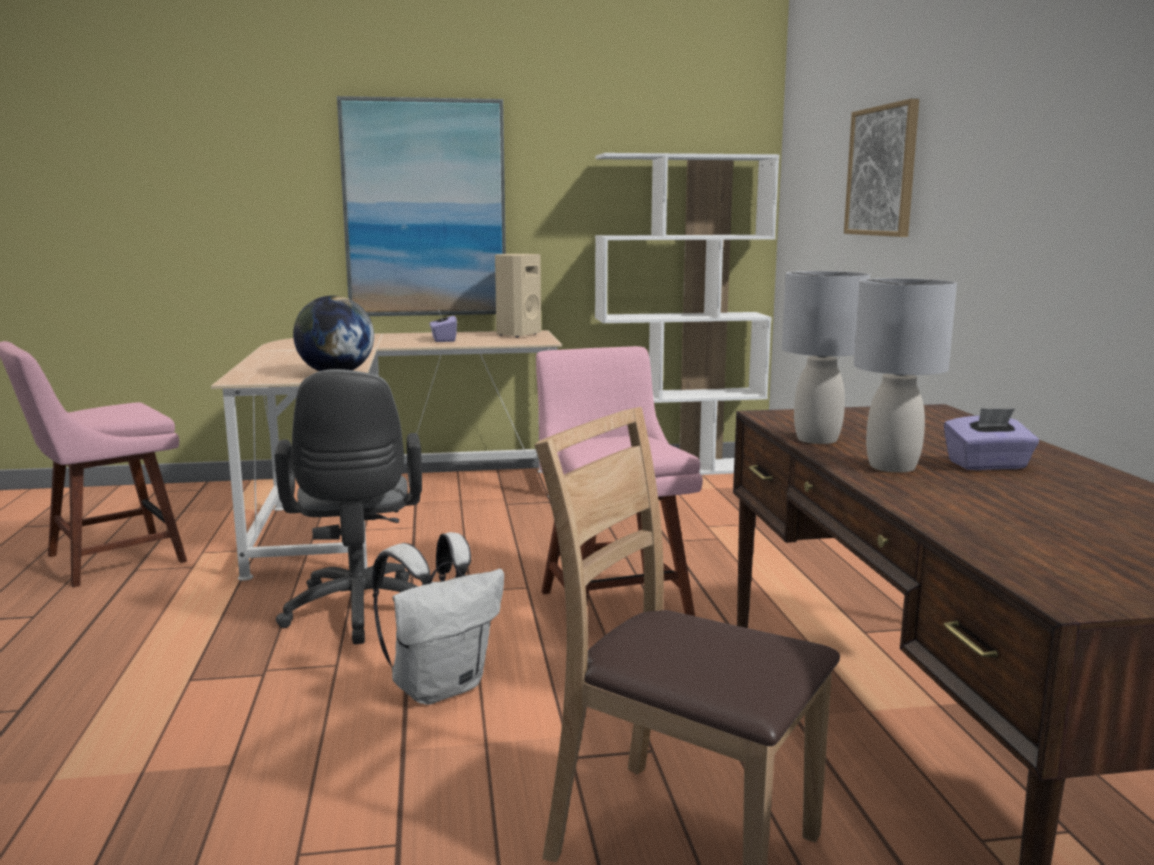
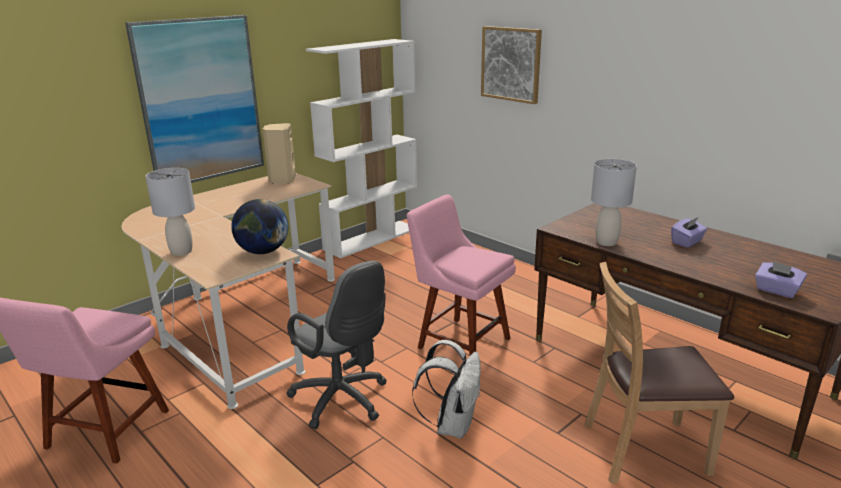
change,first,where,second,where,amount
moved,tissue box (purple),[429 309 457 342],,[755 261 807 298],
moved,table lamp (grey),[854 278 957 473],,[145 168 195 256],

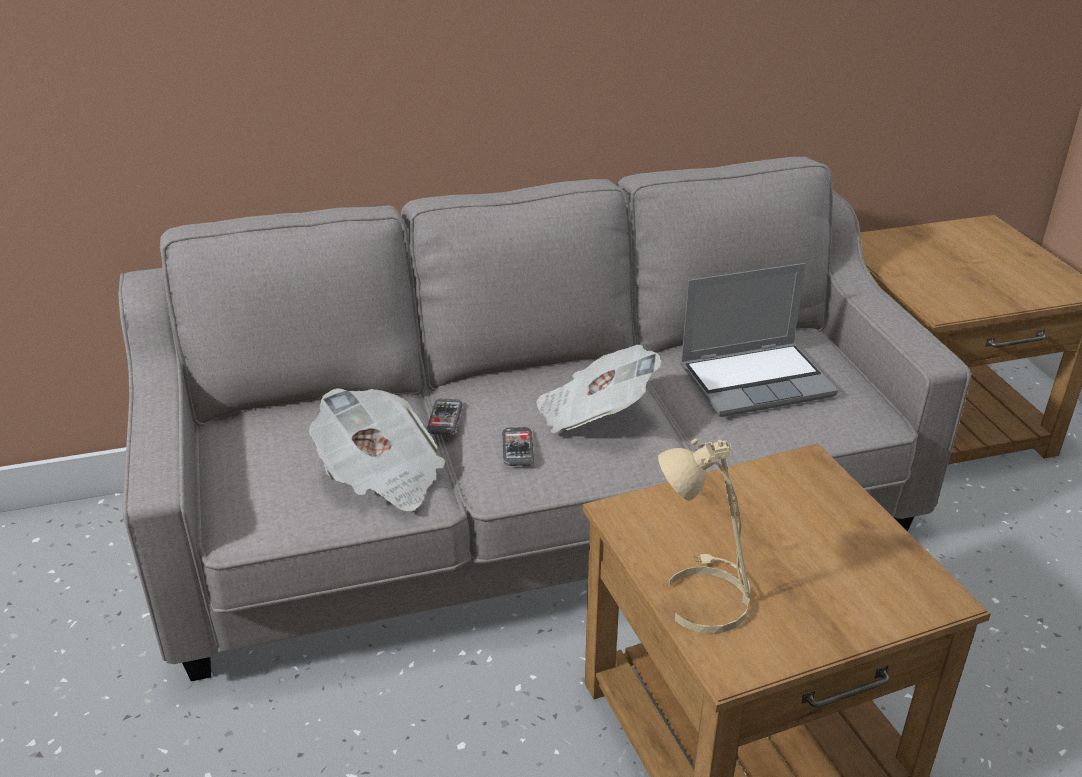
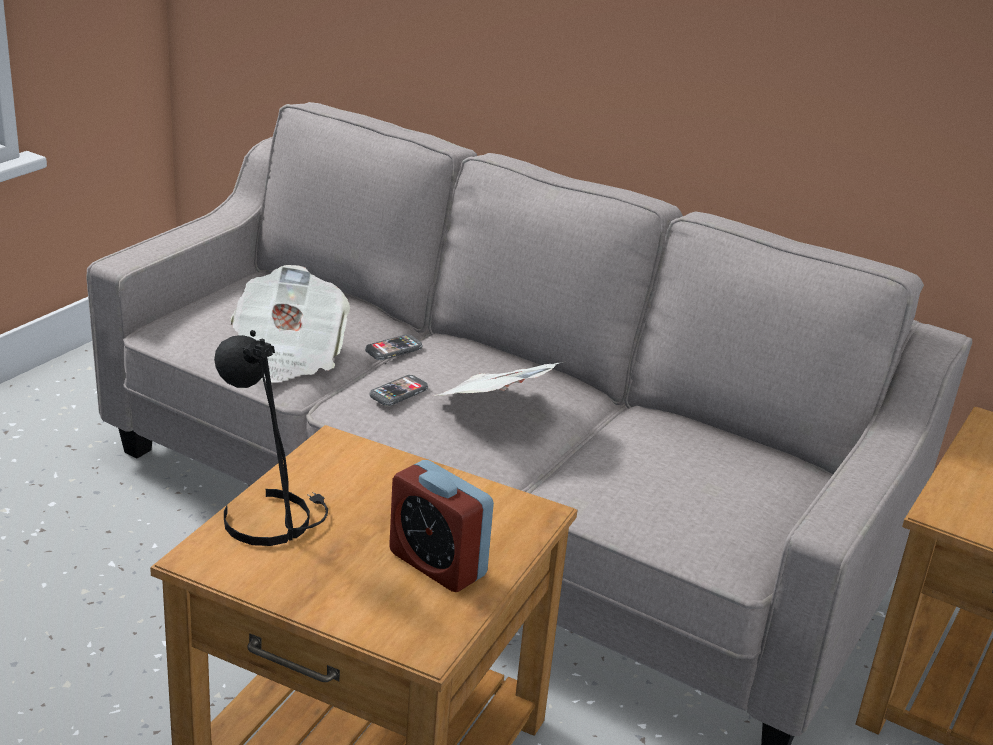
change,first,where,second,where,amount
recoloured,table lamp (beige),[658 438 750 634],table lamp (black),[214 330 328 546],
removed,laptop,[680 263 838 417],,,
added,,,alarm clock,[389 460 494 592],

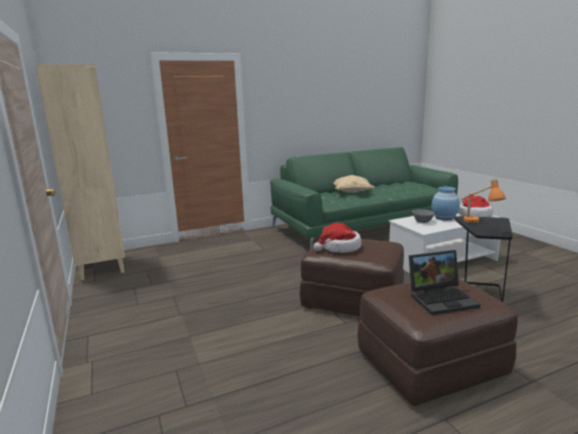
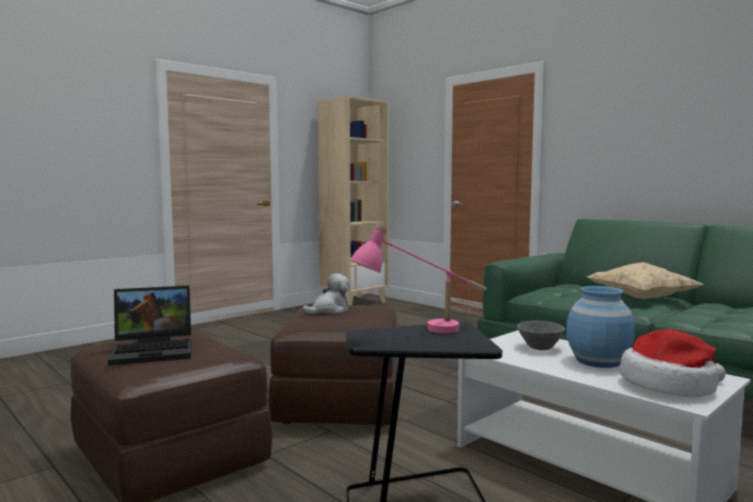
change,first,where,second,where,amount
replaced,hat,[313 223 361 253],plush toy,[302 273 350 314],
turned,laptop,[409 250 480 315],,[108 286 191 366],75 degrees counterclockwise
recoloured,table lamp (orange),[461 179 506 223],table lamp (pink),[350 224 487 333],

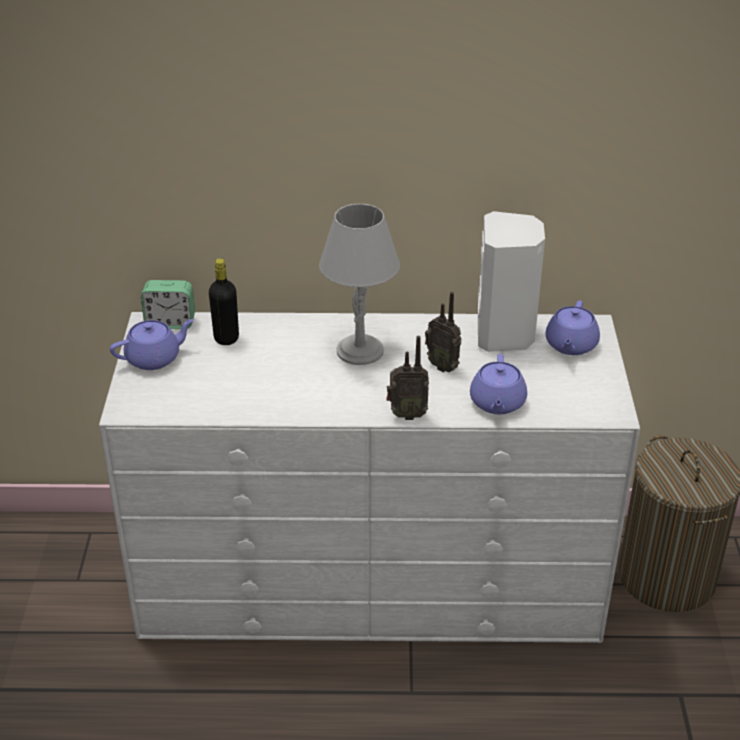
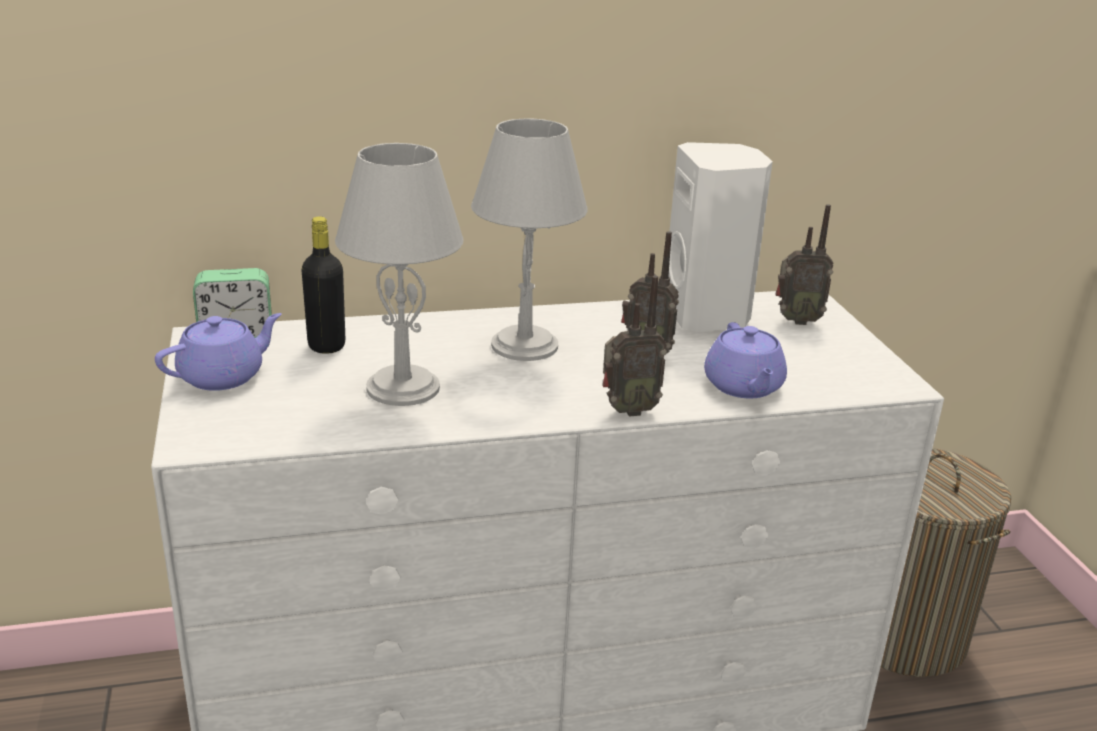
change,first,where,second,where,amount
replaced,teapot (purple),[545 300 600 355],radio,[776 204 834 325],
added,,,table lamp (grey),[335 143 463 406],

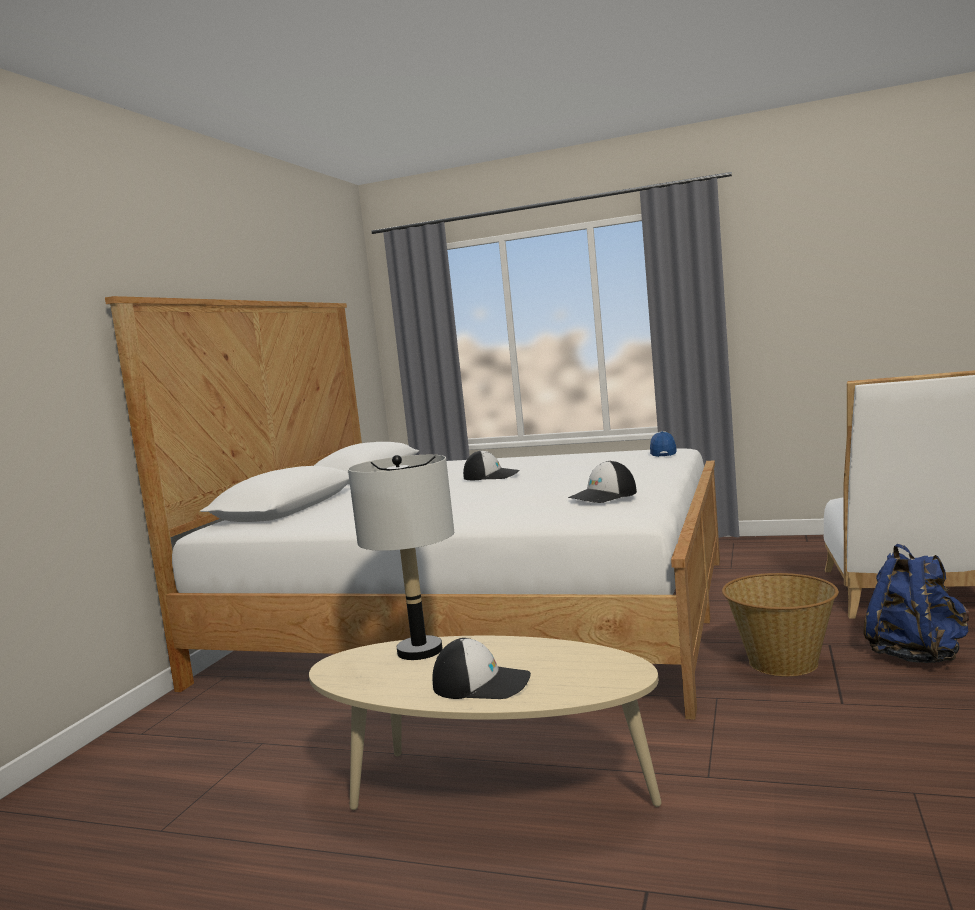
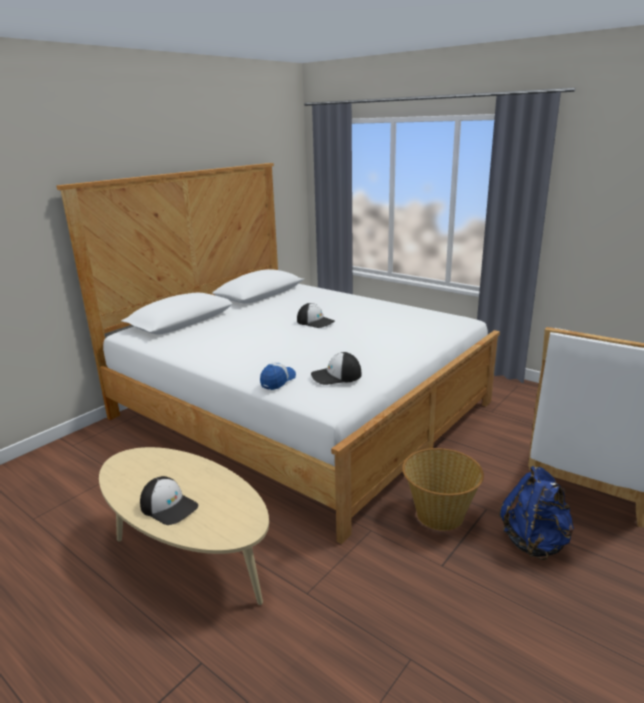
change,first,where,second,where,amount
removed,table lamp (grey),[348 455 454 660],,,
moved,cap,[650 431 677 457],,[260 362 296 390],

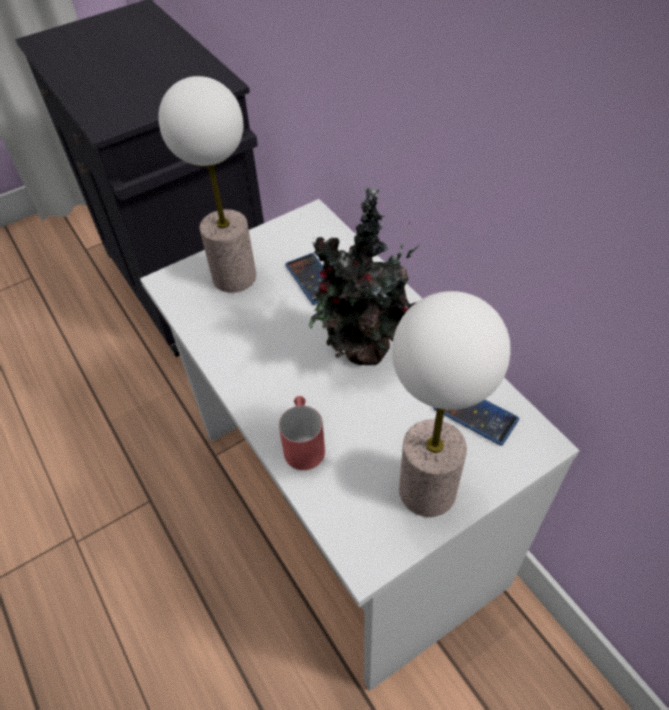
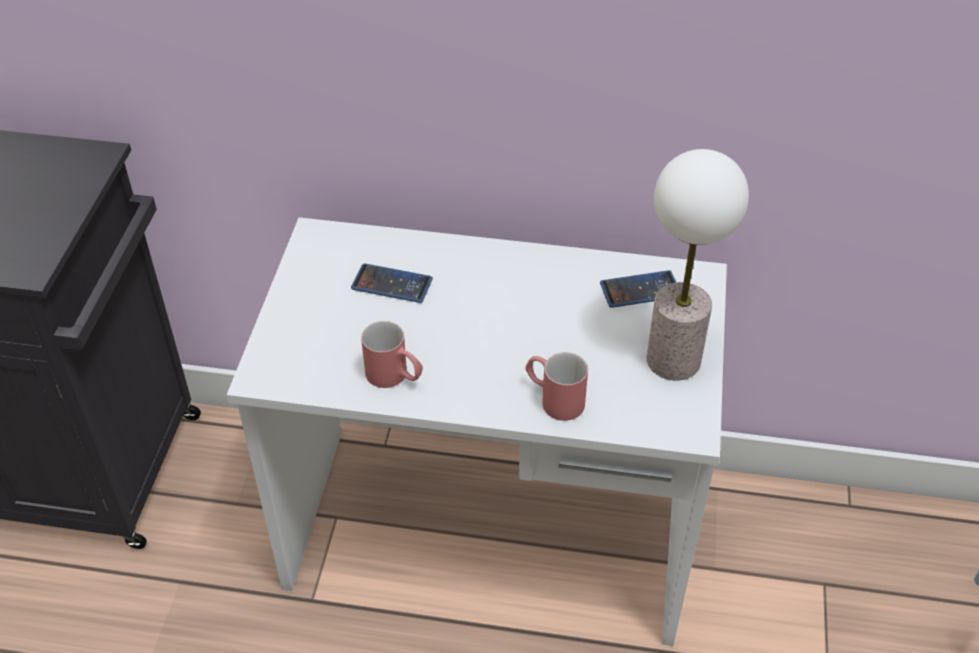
change,first,where,second,where,amount
removed,table lamp,[158 76 256 293],,,
removed,potted plant,[309 187 419 365],,,
added,,,mug (red),[361 321 423 388],

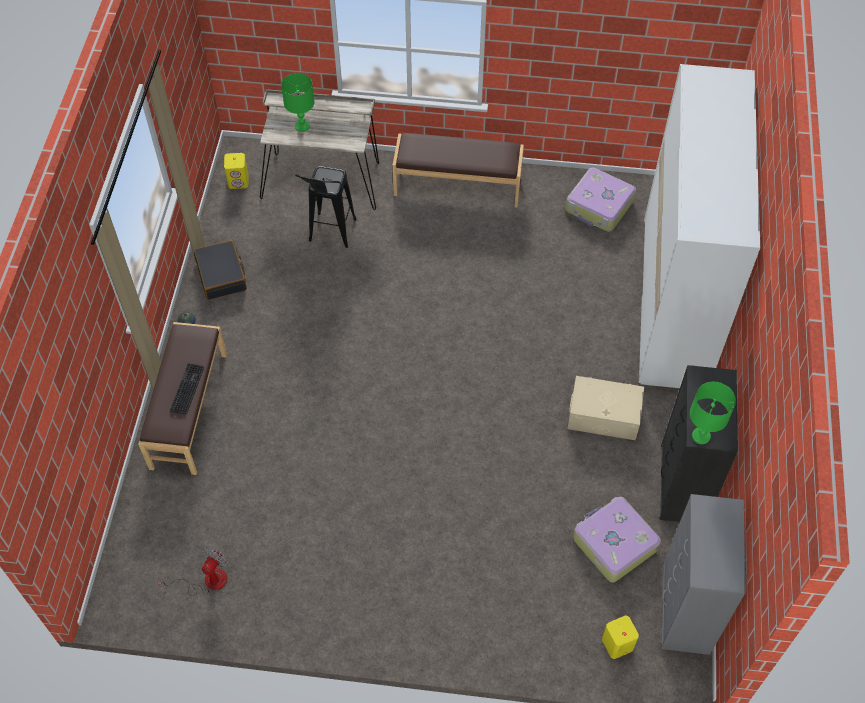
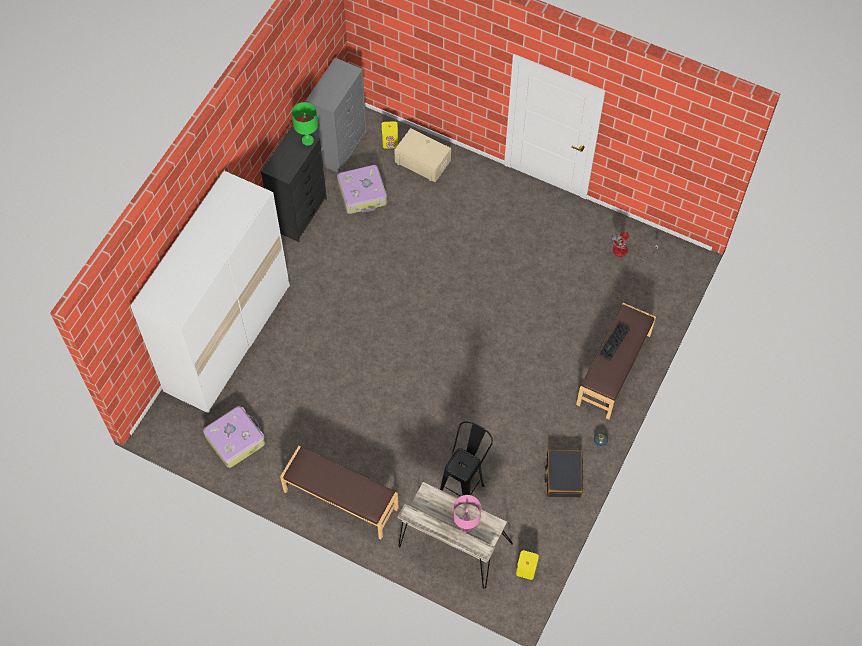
change,first,where,second,where,amount
recoloured,table lamp (green),[281 73 314 132],table lamp (pink),[453 495 481 533],
moved,storage box (beige),[567 376 644 440],,[394 128 451 182],

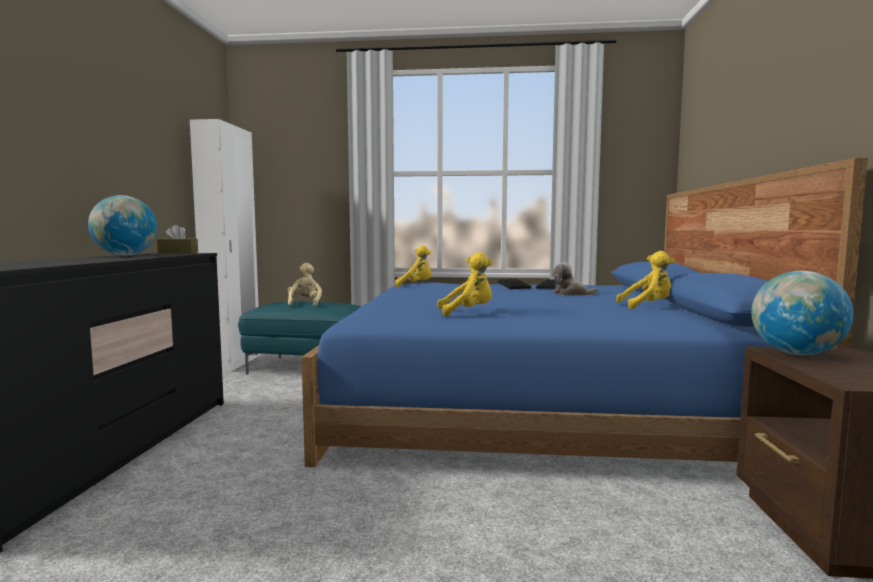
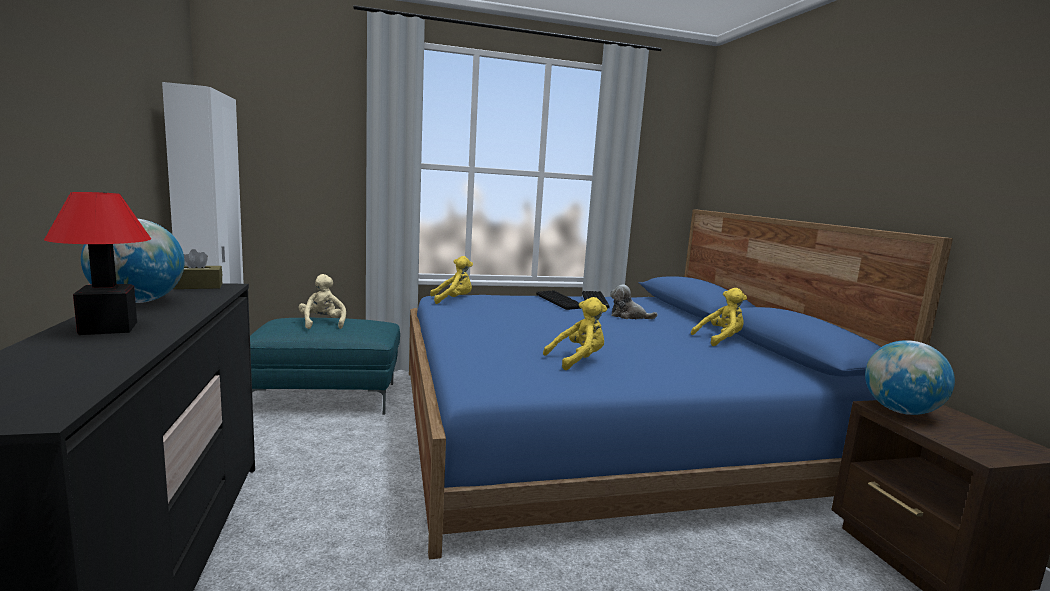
change,first,where,second,where,amount
added,,,table lamp,[44 192 151 335],

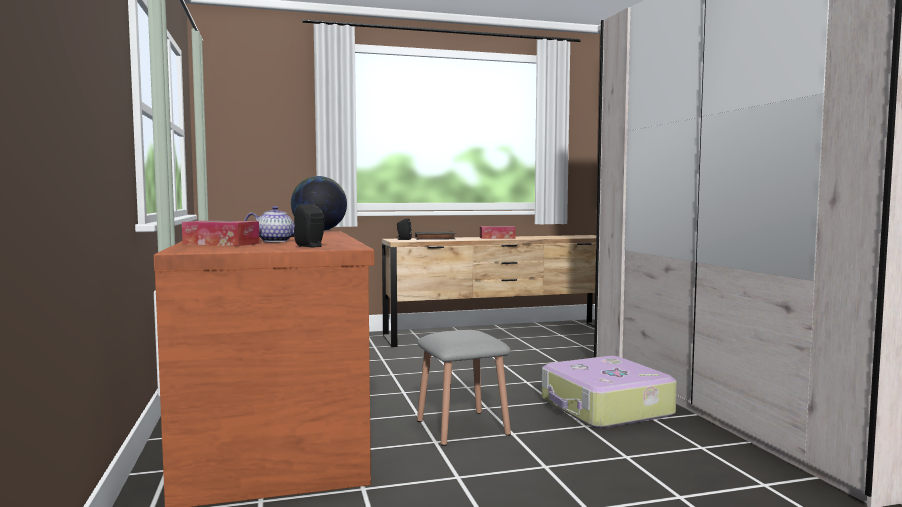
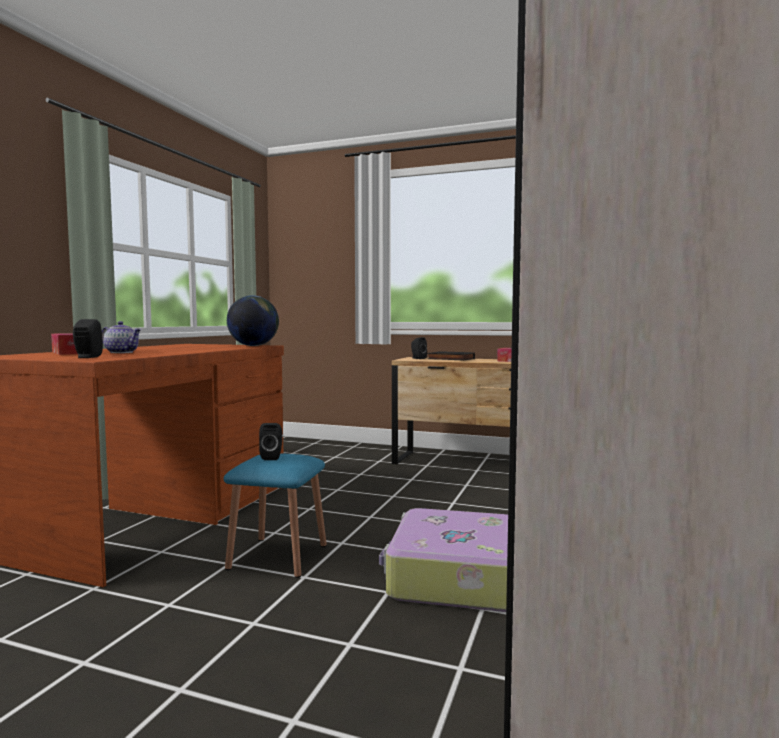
change,first,where,second,where,amount
recoloured,stool (grey),[417 330 511 446],stool (blue),[224 453 327 578],
added,,,speaker (black),[259 423 282 460],

